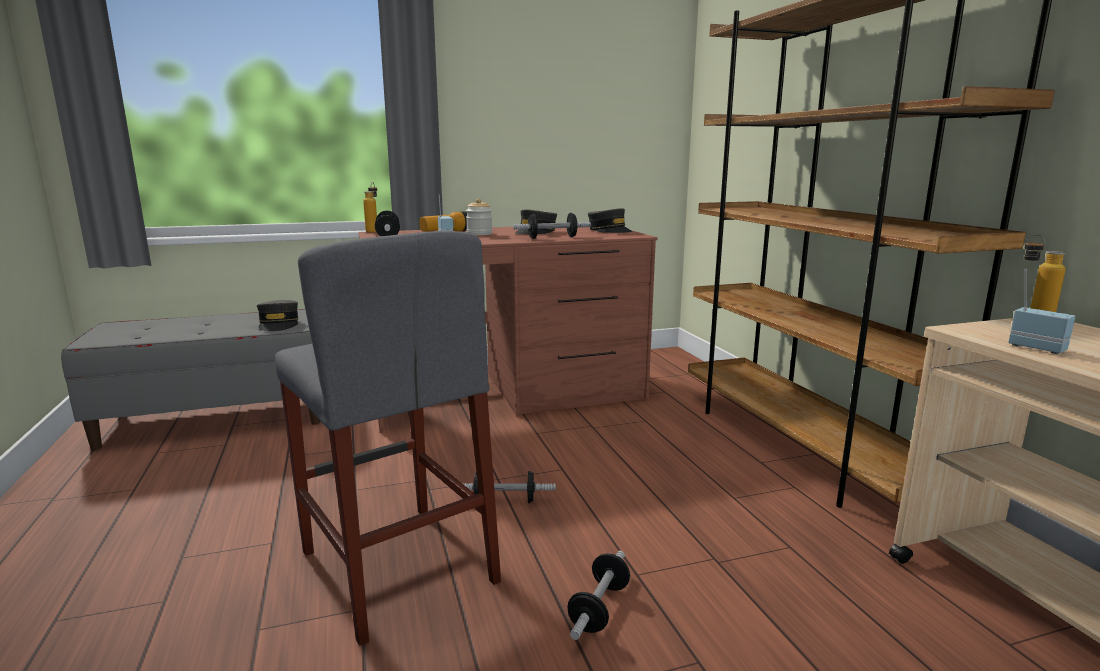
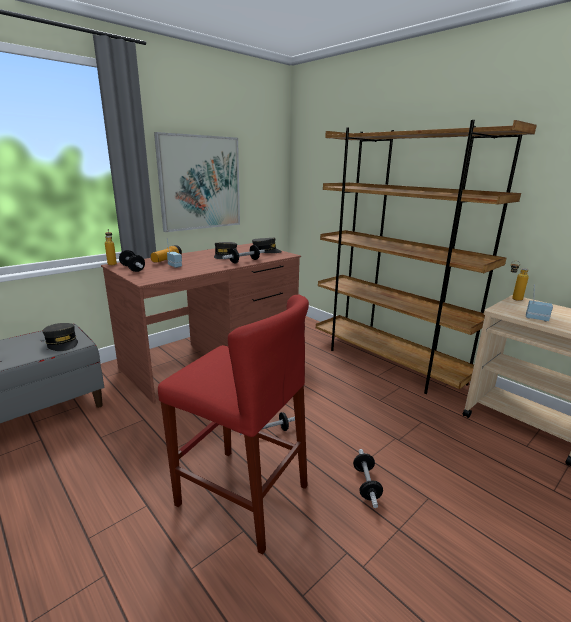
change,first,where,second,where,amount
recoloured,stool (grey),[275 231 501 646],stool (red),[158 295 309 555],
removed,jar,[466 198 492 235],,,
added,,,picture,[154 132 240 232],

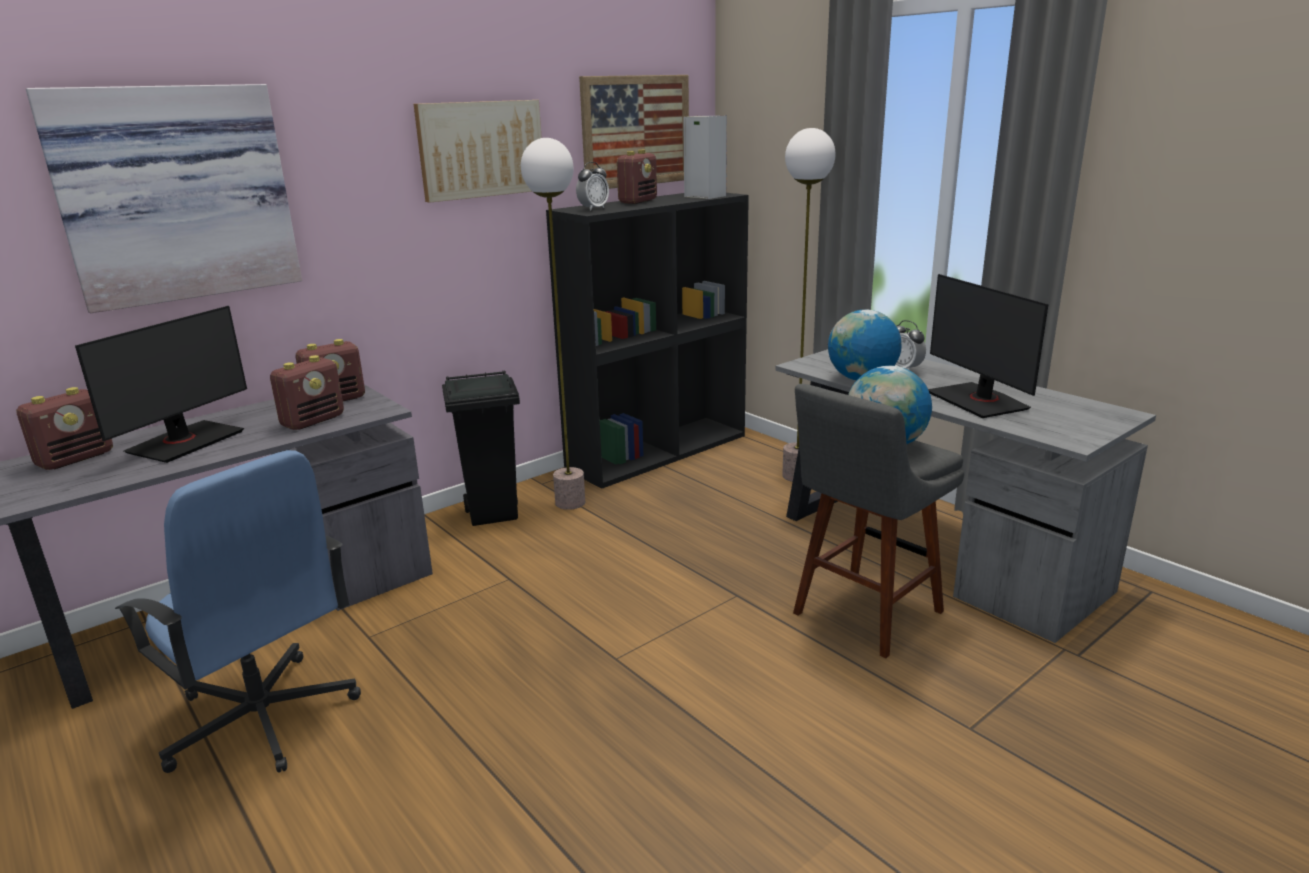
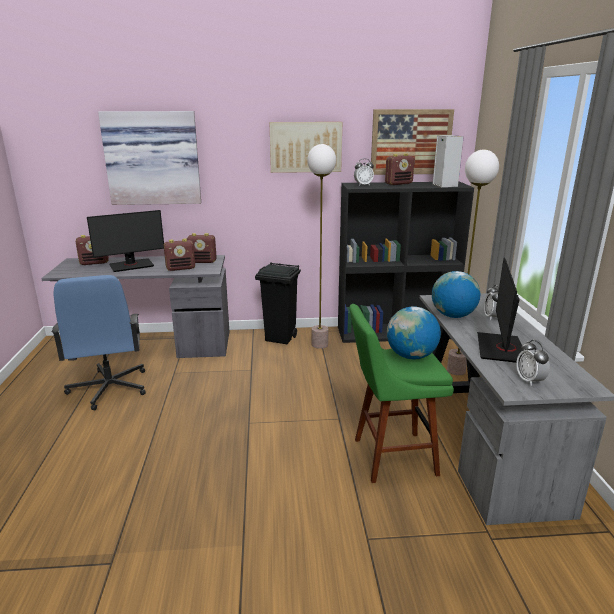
change,first,where,second,where,amount
recoloured,stool (grey),[793 384 964 658],stool (green),[350 304 454 483],
added,,,alarm clock,[516 340 550 386],

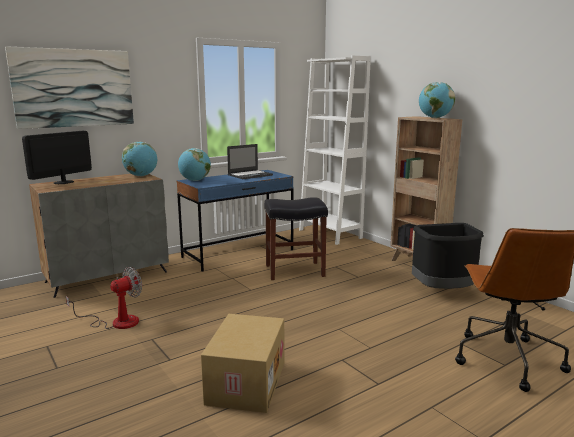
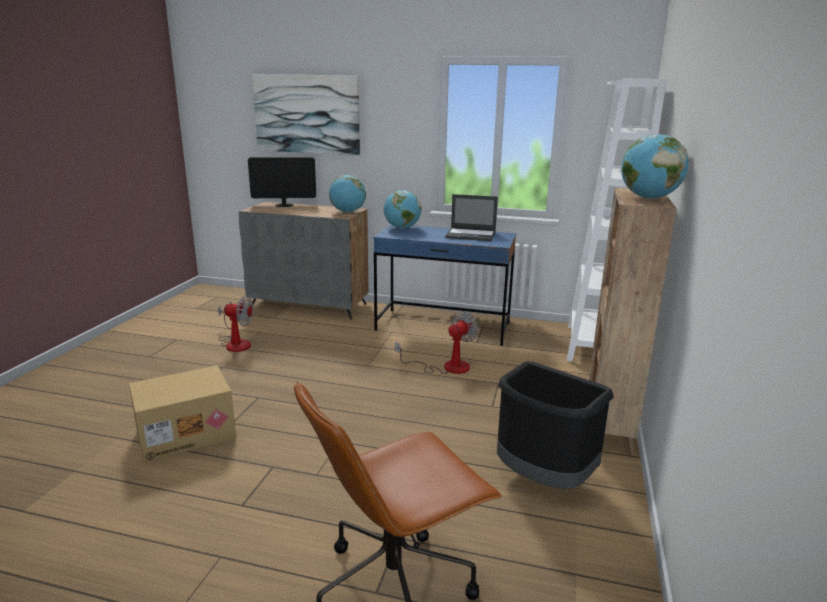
change,first,where,second,where,amount
replaced,stool (black),[264 197 328 280],fan,[395 311 479 374],

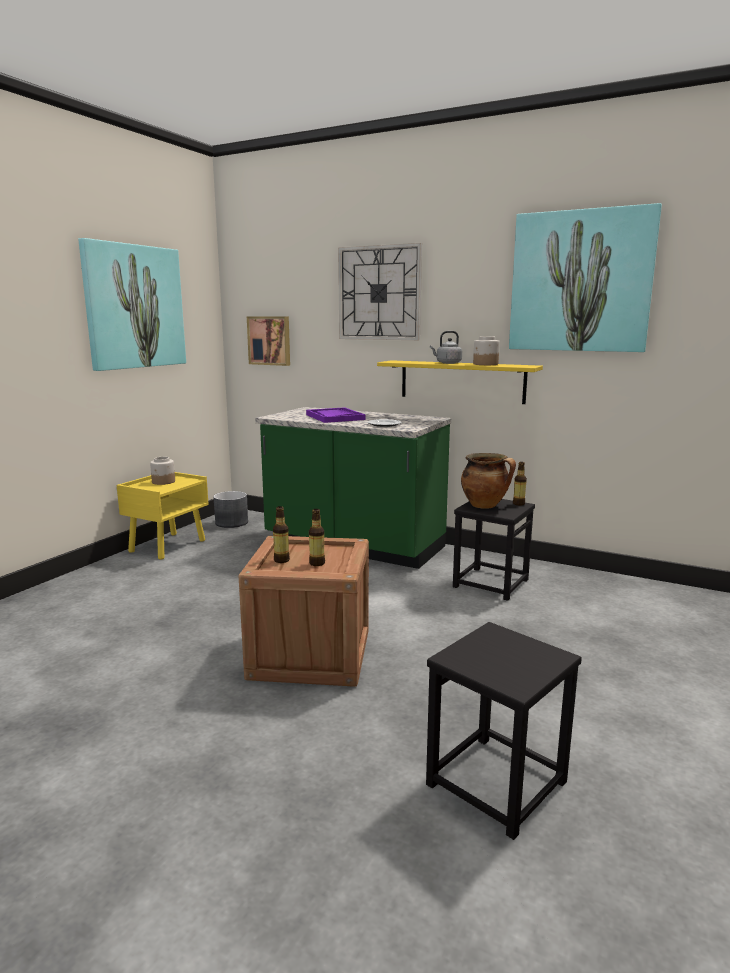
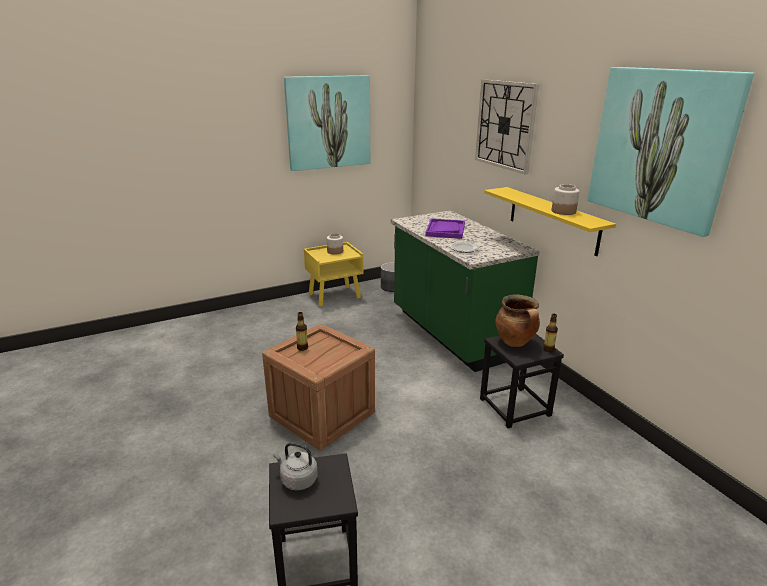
change,first,where,second,where,amount
removed,picture,[247 317 290 366],,,
removed,bottle,[309 509 325 566],,,
moved,kettle (grey),[430 331 462 364],,[273 442 318 490],

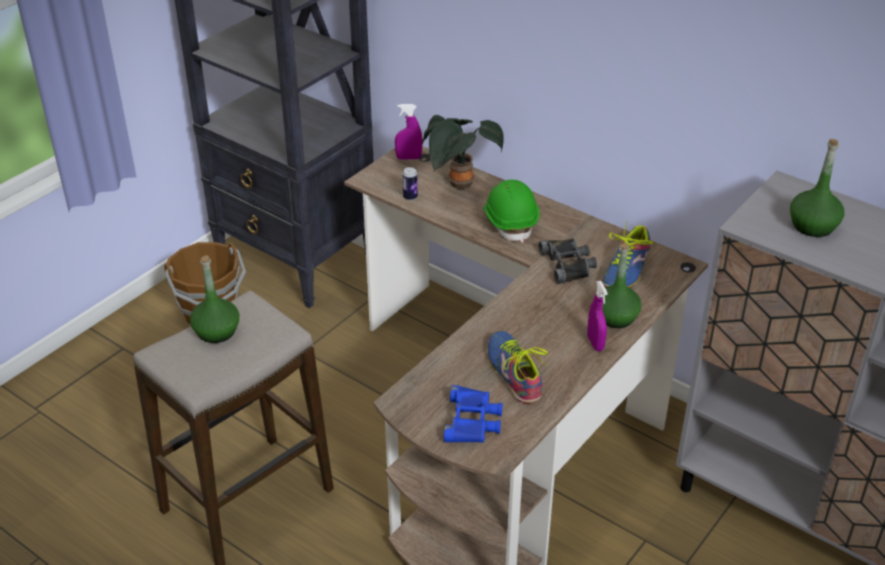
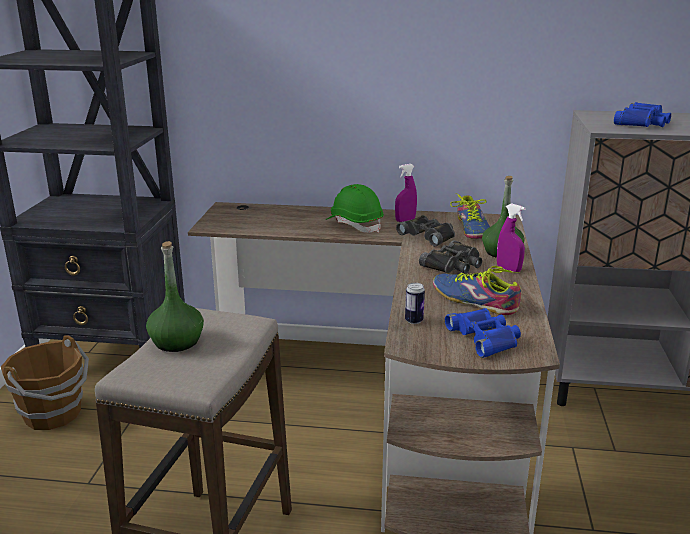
change,first,where,second,where,amount
moved,spray bottle (purple),[395 104 422 160],,[395 164 417 222],
moved,can,[402 167 418 200],,[405 283 425 324],
removed,potted plant,[422 115 504 189],,,
replaced,bottle (green),[790 139 844 237],binoculars (blue),[614 102 671 127],
added,,,binoculars (black),[419 240 482 274],

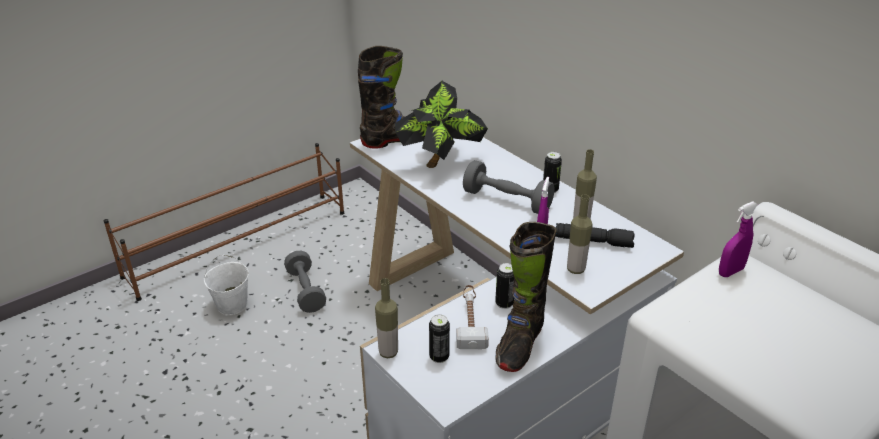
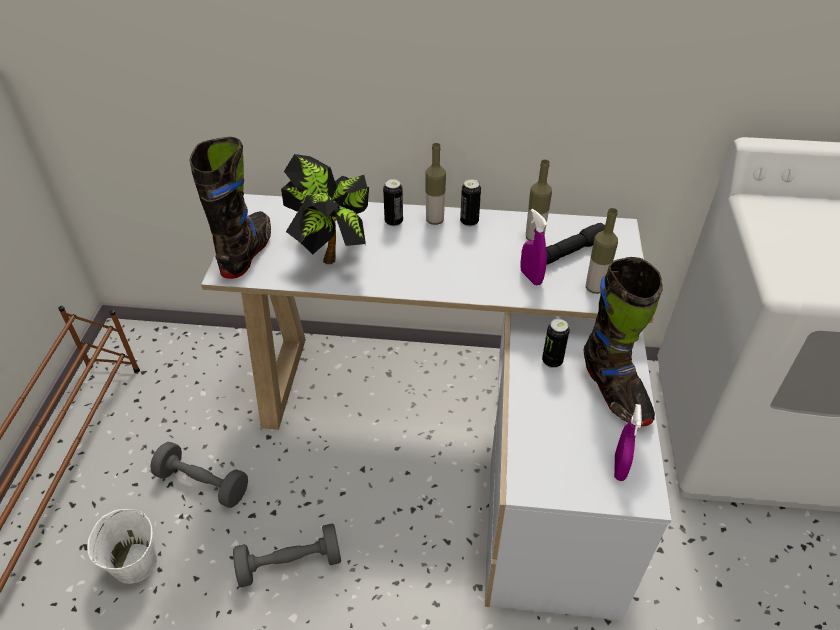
change,first,where,second,where,amount
moved,bottle,[375 278 398 358],,[425 143 446 225],
moved,can,[429 314 450 363],,[383 179 403 227],
removed,hammer,[456 285 489 349],,,
moved,dumbbell (grey),[463 160 554 214],,[233 523 341 588],
moved,spray bottle (purple),[719 201 758 277],,[614 404 642 481],

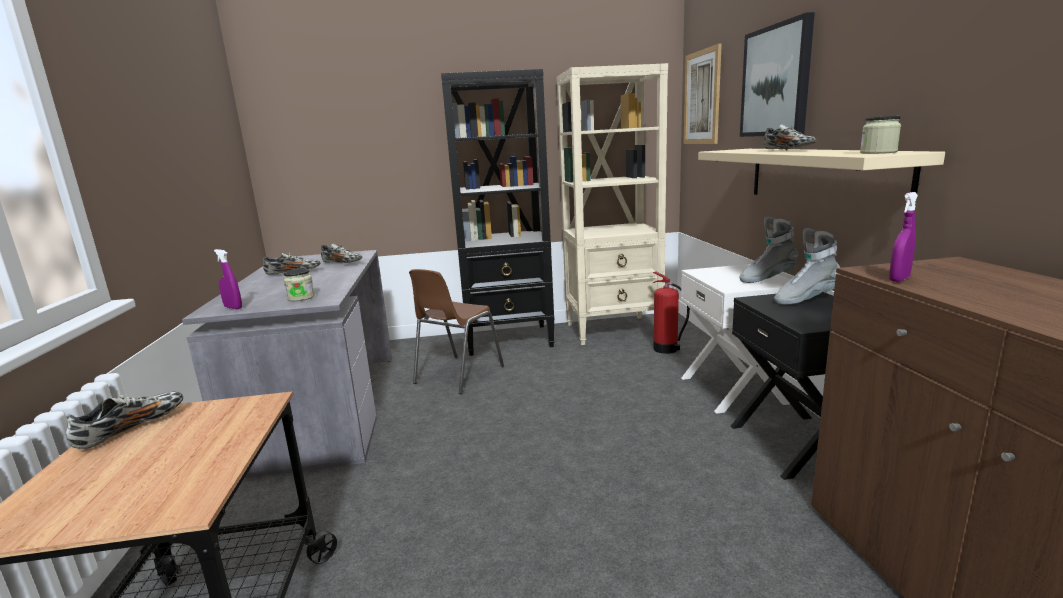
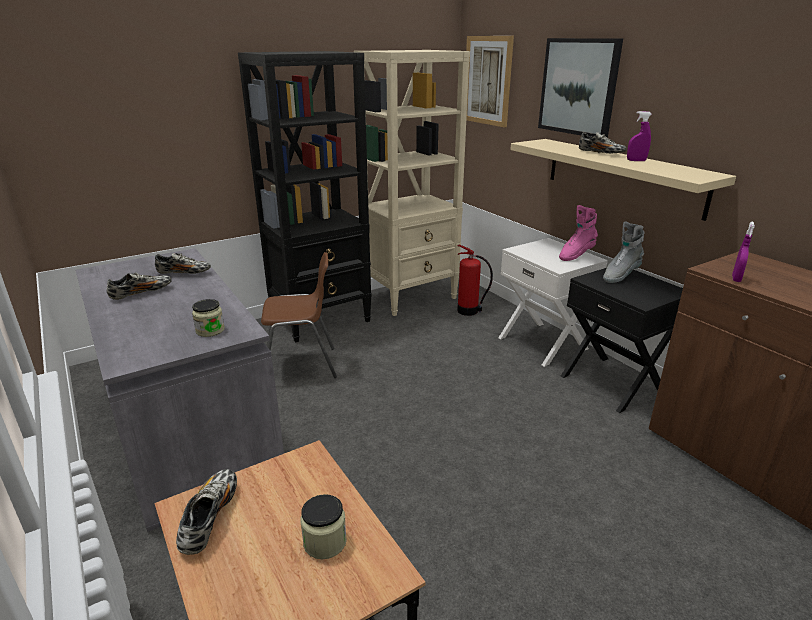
change,first,where,second,where,amount
moved,spray bottle (purple),[214 249 242 309],,[627 111 652 161],
turned,chair (brown),[409 269 504 394],,[261 252 337 378],105 degrees counterclockwise
recoloured,boot (grey),[739 216 798 283],boot (pink),[559 205 598 261],
moved,jar,[860 116 901 154],,[301 494 347 559],

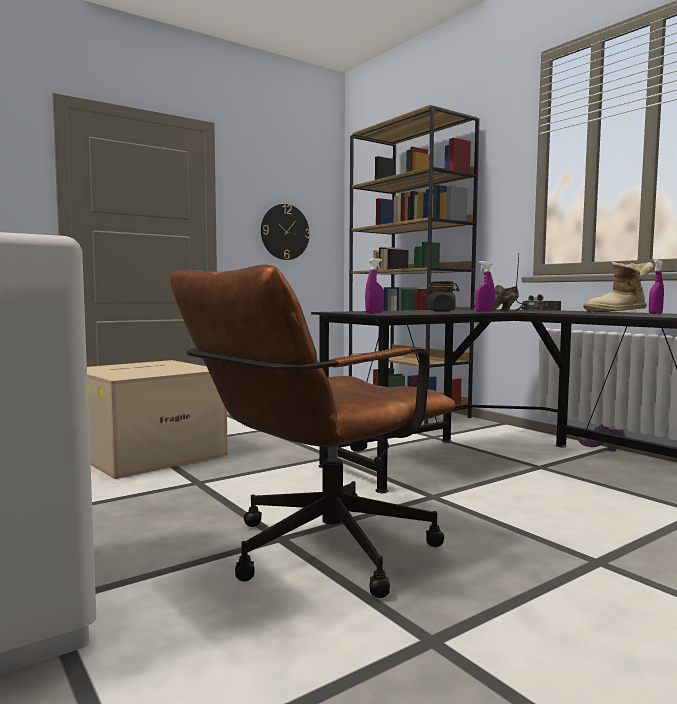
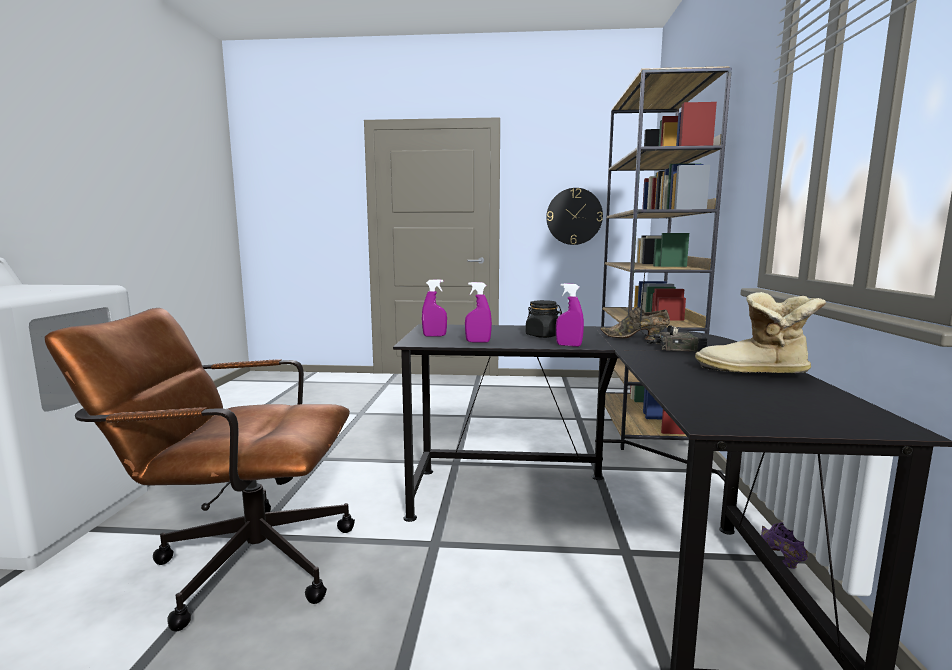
change,first,where,second,where,amount
removed,cardboard box,[87 360 228 479],,,
moved,spray bottle (purple),[649 260 664 314],,[465 282 492 343],

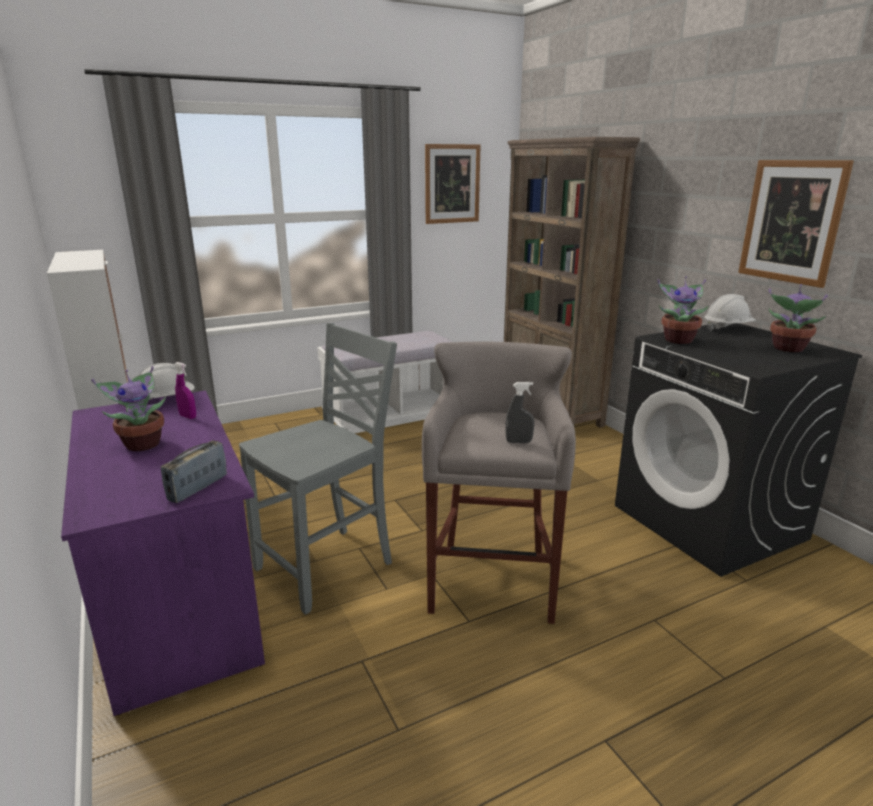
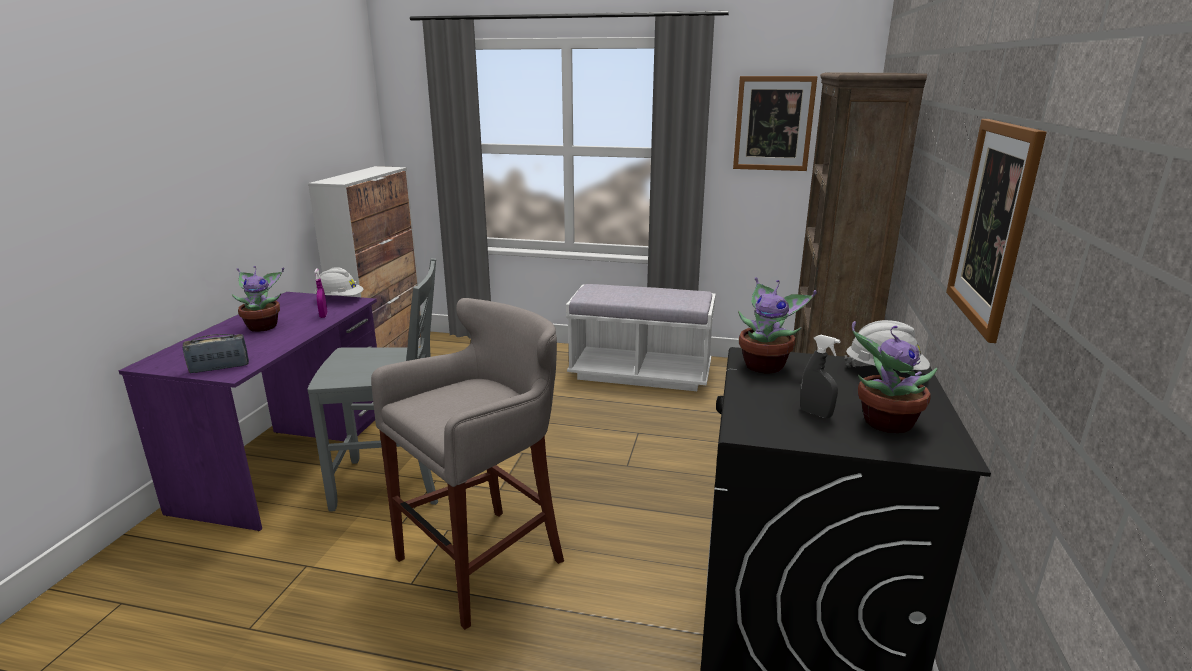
change,first,where,second,where,amount
moved,spray bottle (grey),[506 382 535 443],,[800 335 841 418],

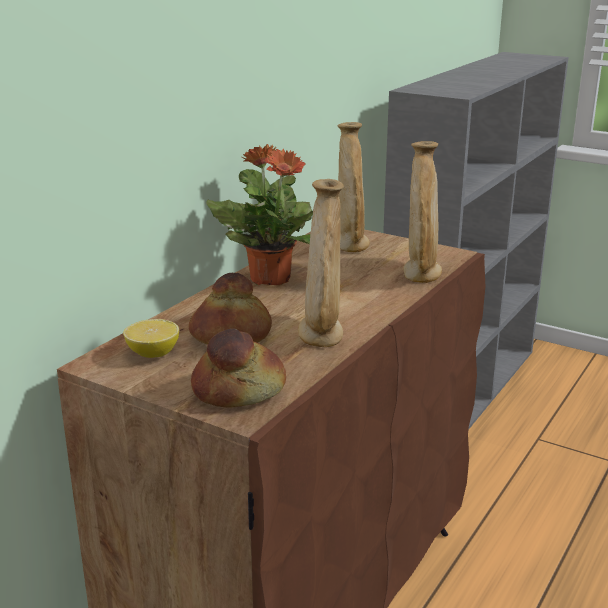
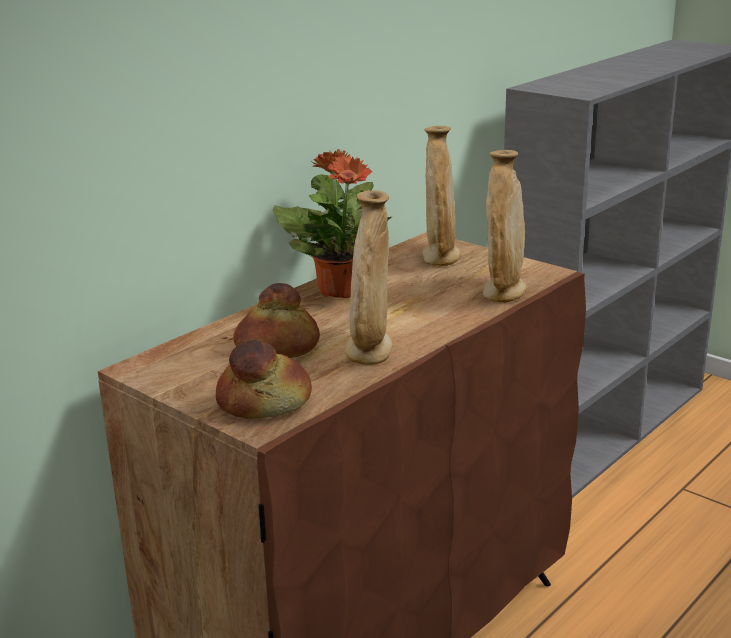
change,first,where,second,where,amount
removed,lemon,[123 319 179 358],,,

